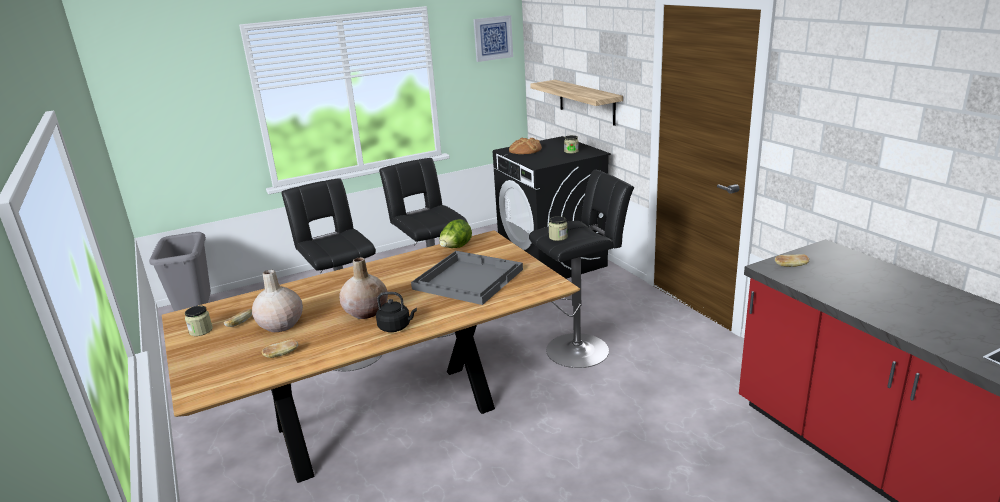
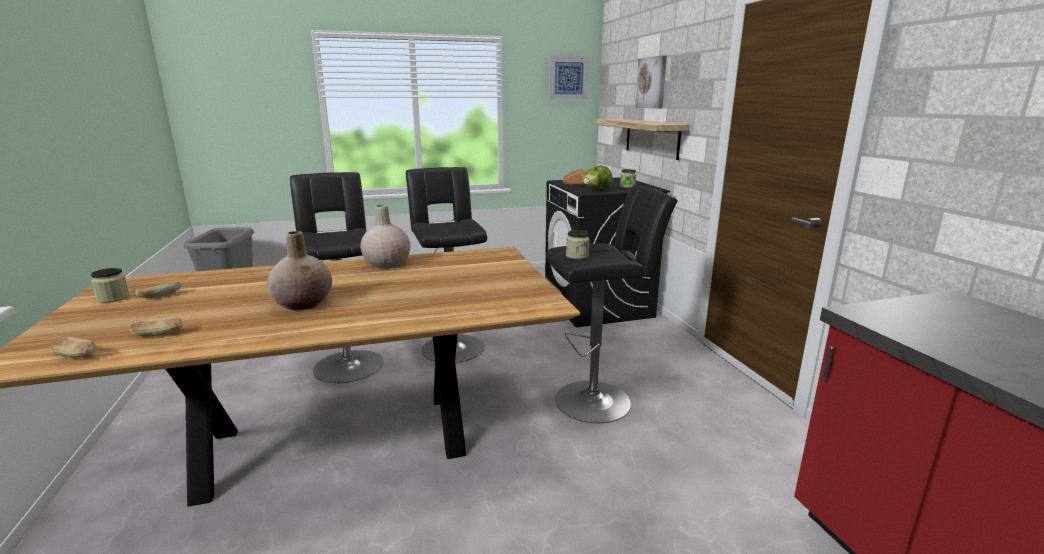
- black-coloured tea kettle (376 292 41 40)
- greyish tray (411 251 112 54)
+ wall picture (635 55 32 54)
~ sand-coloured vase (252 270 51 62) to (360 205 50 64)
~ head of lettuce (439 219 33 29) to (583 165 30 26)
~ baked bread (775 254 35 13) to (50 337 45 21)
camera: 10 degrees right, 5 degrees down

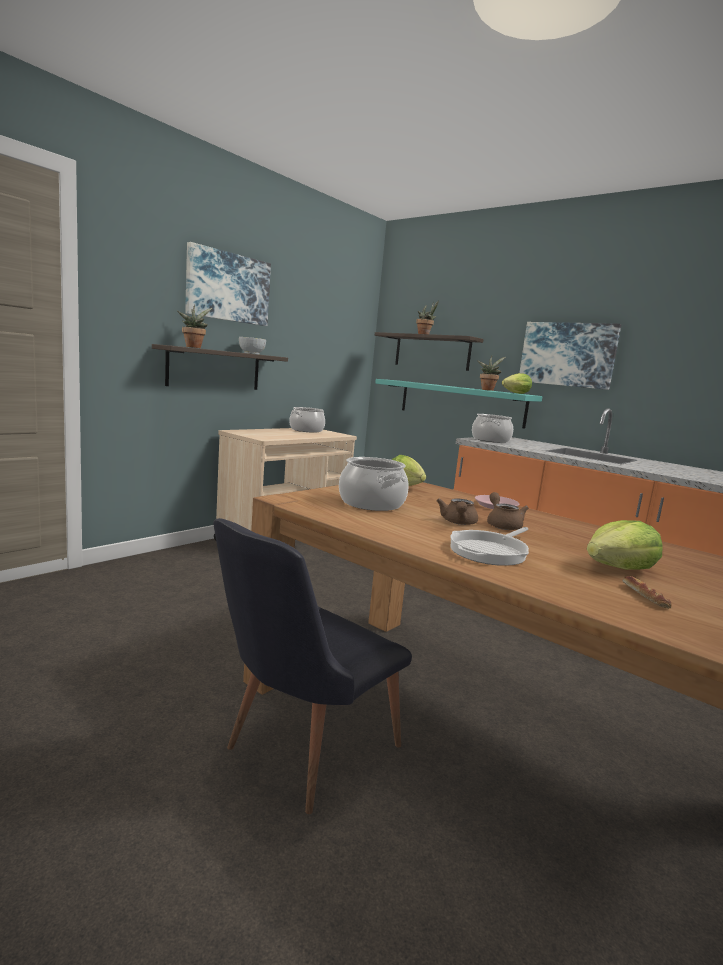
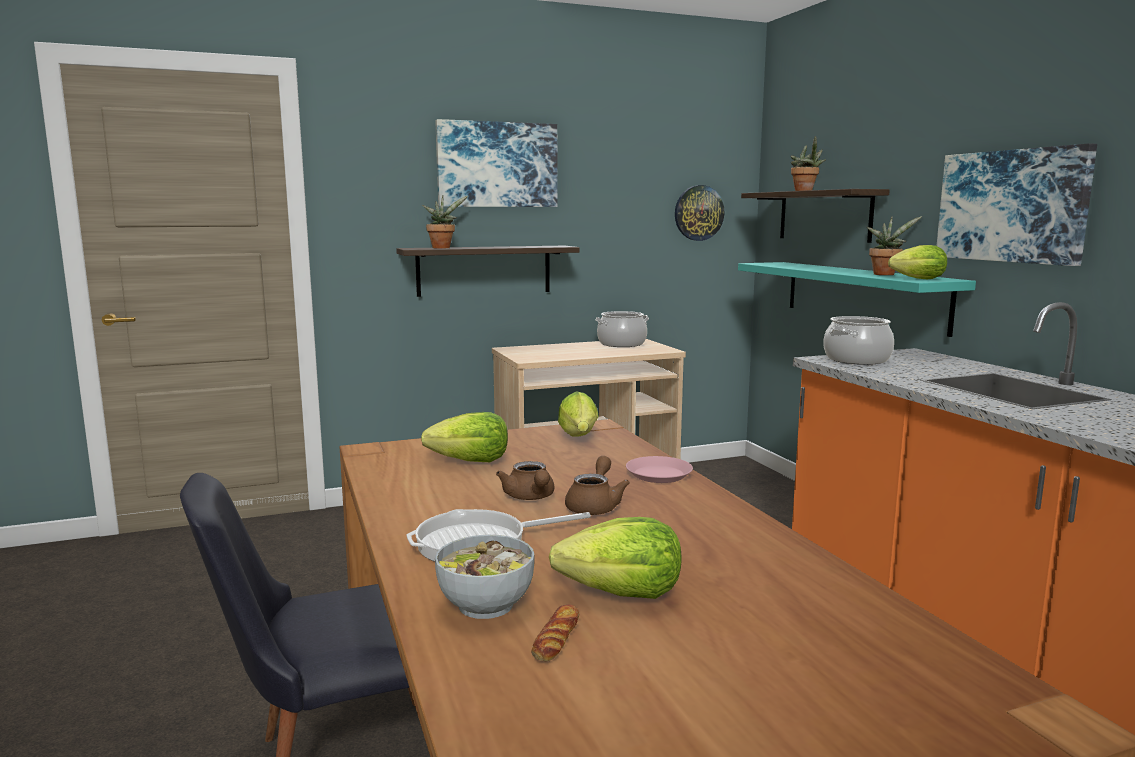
+ hanging clock (675 185 49 56)
~ deep dish (239 337 27 17) to (435 535 100 84)
~ cooking pot (339 457 69 54) to head of lettuce (421 412 87 50)
~ brownish pot for tea (436 498 42 27) = (496 461 59 39) 60 degrees counterclockwise
camera: 30 degrees right, 0 degrees up

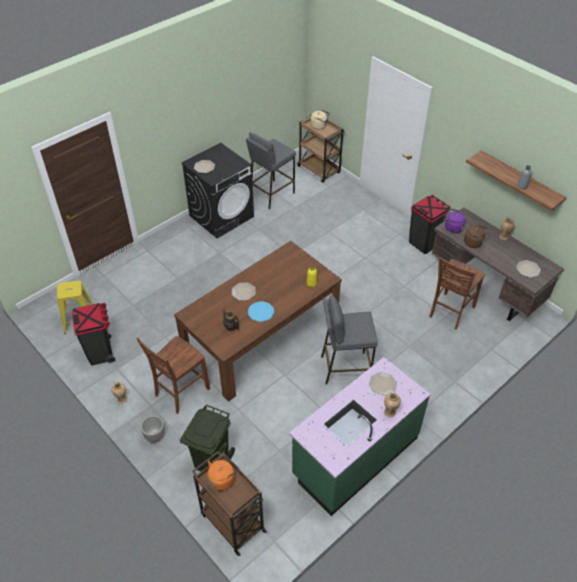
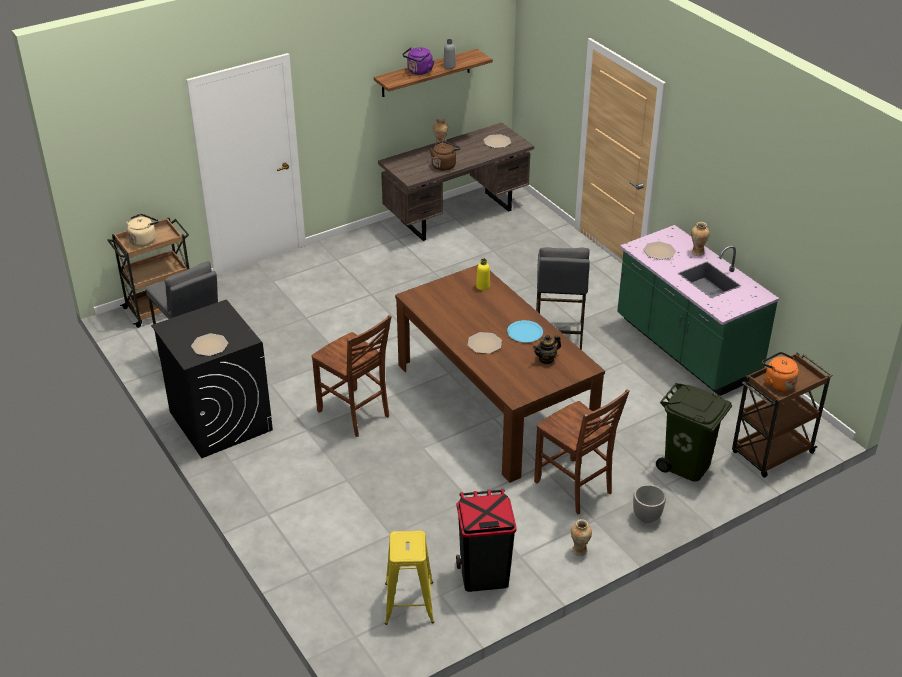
- black-coloured waste bin (409 194 41 60)
~ brownish plain chair (429 257 56 73) to (312 315 80 122)
~ purple-coloured tea kettle (443 209 23 25) to (402 47 32 28)
camera: 80 degrees left, 10 degrees down

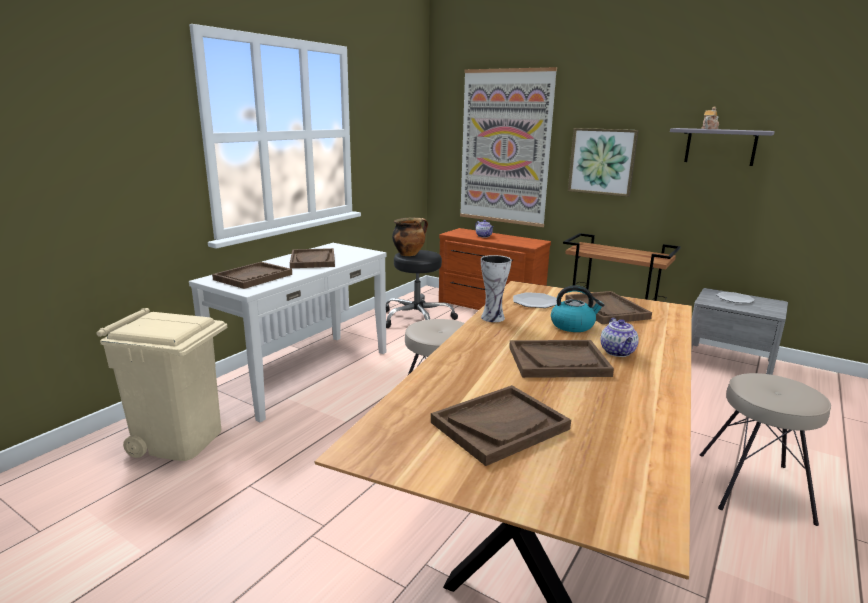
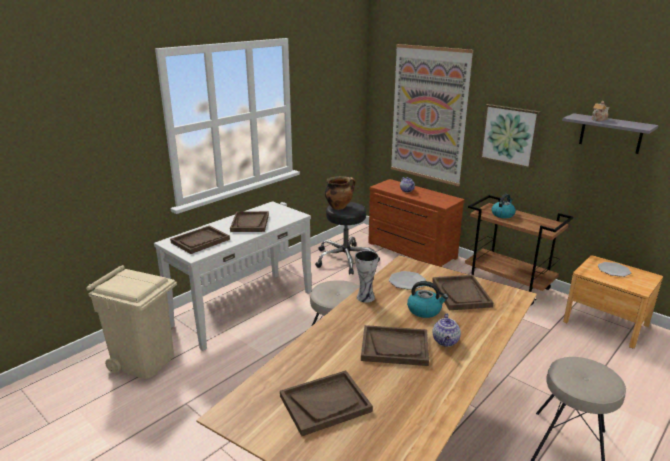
+ tea kettle (492 194 24 24)
~ greyish night table (691 288 97 87) to brownish night table (563 255 100 93)
camera: 10 degrees right, 5 degrees up

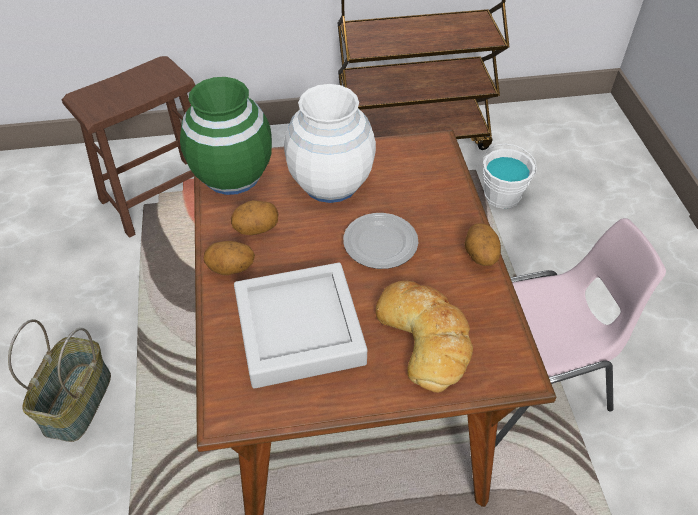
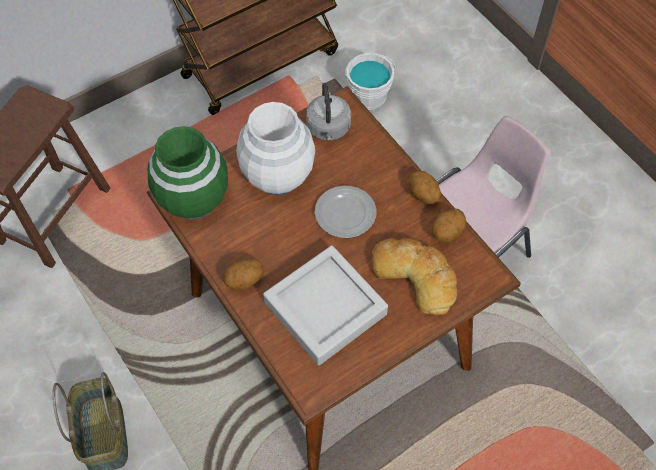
+ greyish tea kettle (306 83 45 58)
~ potato (231 200 48 35) to (432 208 34 35)
camera: 25 degrees left, 10 degrees up

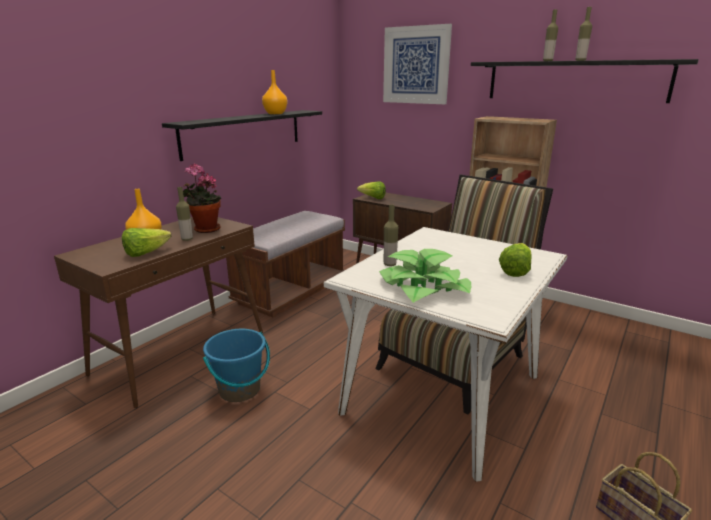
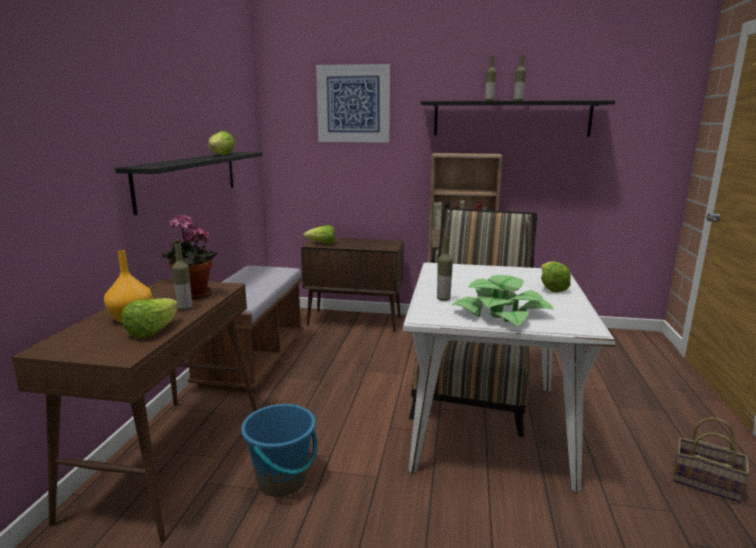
~ orange vase (262 70 25 44) to head of lettuce (208 131 27 24)
camera: 25 degrees left, 5 degrees down

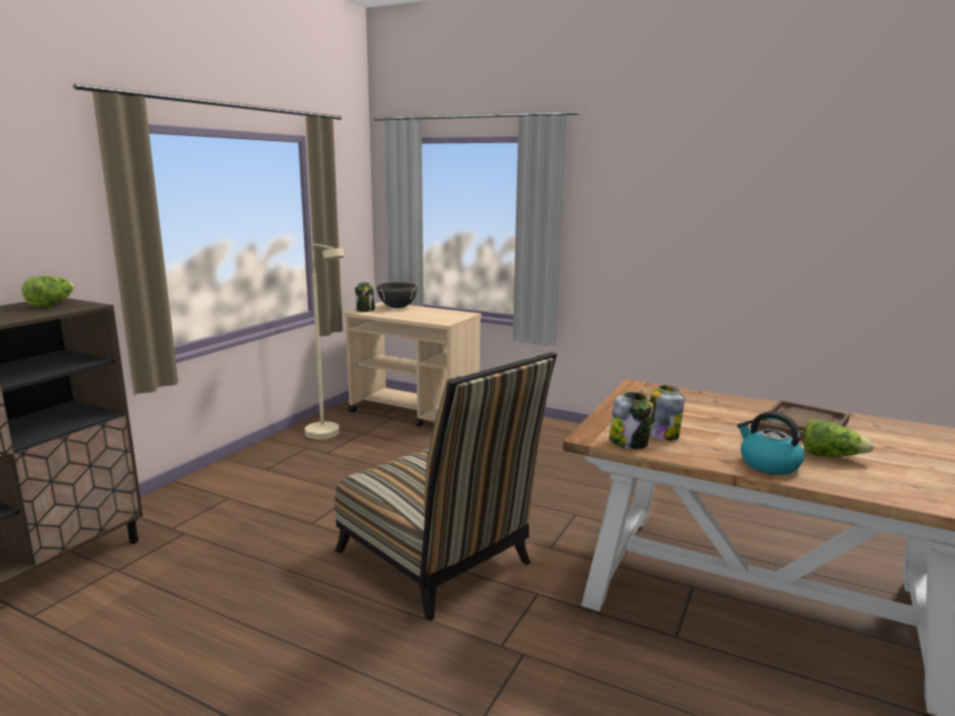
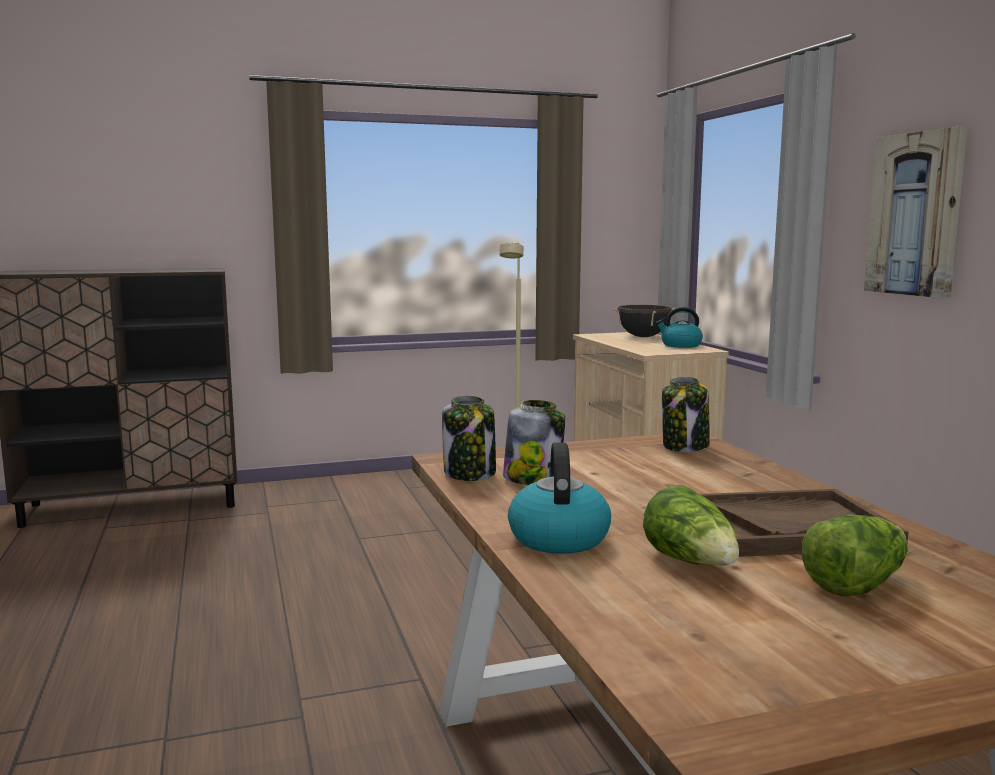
- plain chair (335 352 222 269)
+ tea kettle (656 307 47 41)
+ wall picture (864 126 104 172)
~ head of lettuce (22 276 52 32) to (802 514 106 83)
~ jar (355 282 20 30) to (662 377 48 75)
camera: 45 degrees right, 5 degrees down

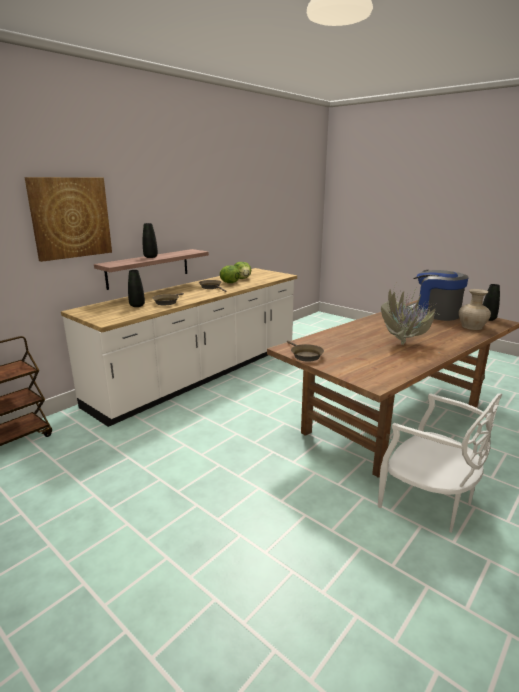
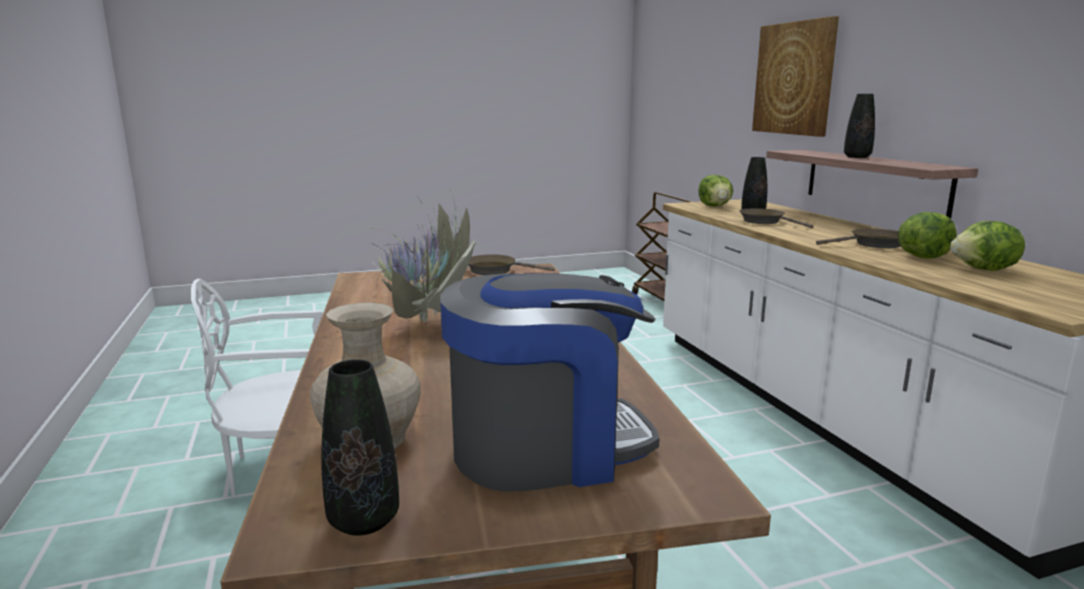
+ head of lettuce (698 175 35 32)
camera: 120 degrees right, 5 degrees down

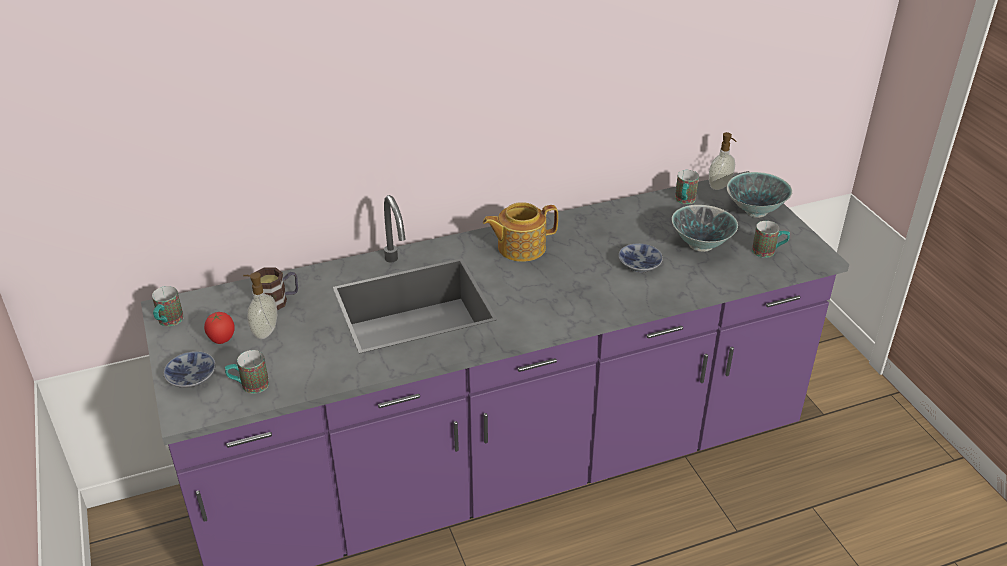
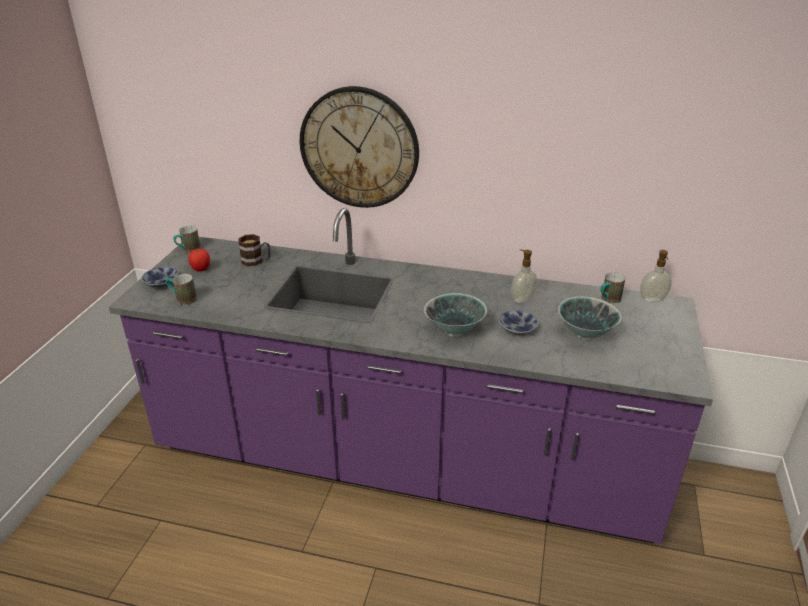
- pot for tea (483 202 75 60)
- tea mug (752 221 38 37)
+ hanging clock (300 86 119 122)
~ soap bottle (243 272 34 67) to (511 249 26 54)
~ deep dish (726 172 66 46) to (424 293 63 44)
camera: 35 degrees right, 5 degrees down

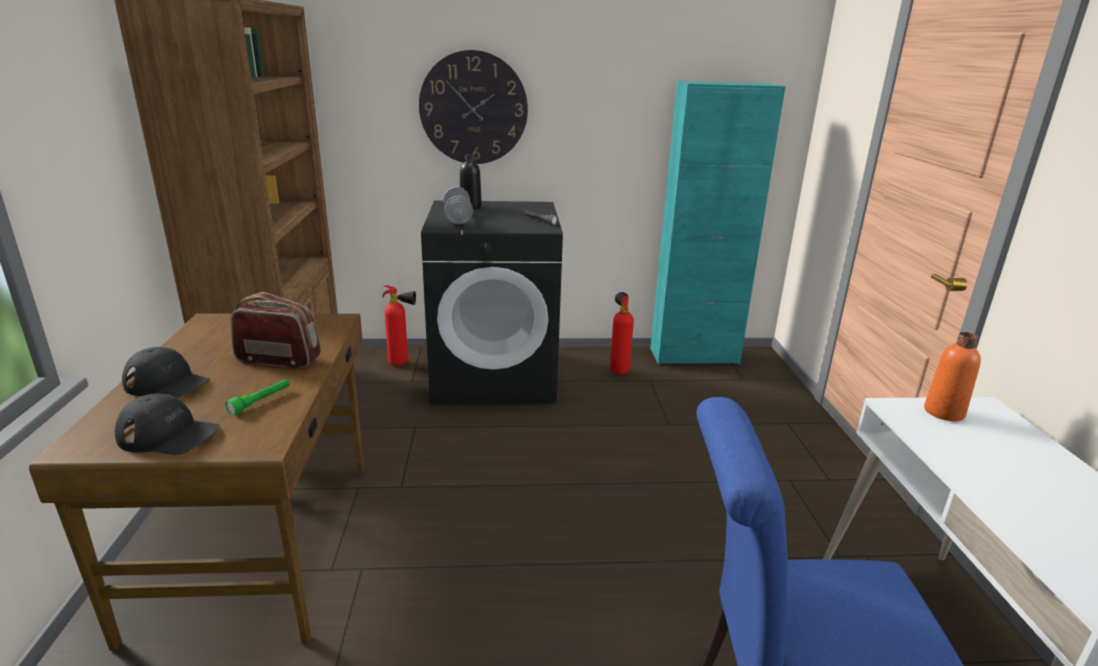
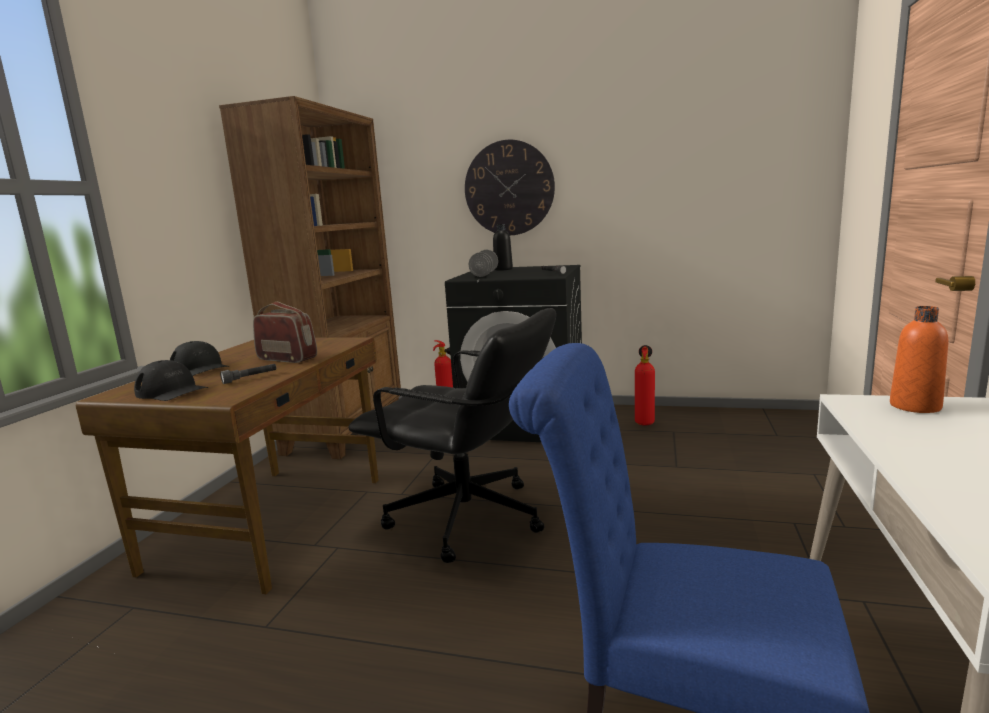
- blue-green cupboard (650 81 136 284)
+ black-coloured computer chair (348 308 208 255)
~ green hand torch (226 379 64 37) to greyish hand torch (220 364 56 20)
camera: 20 degrees right, 10 degrees down

